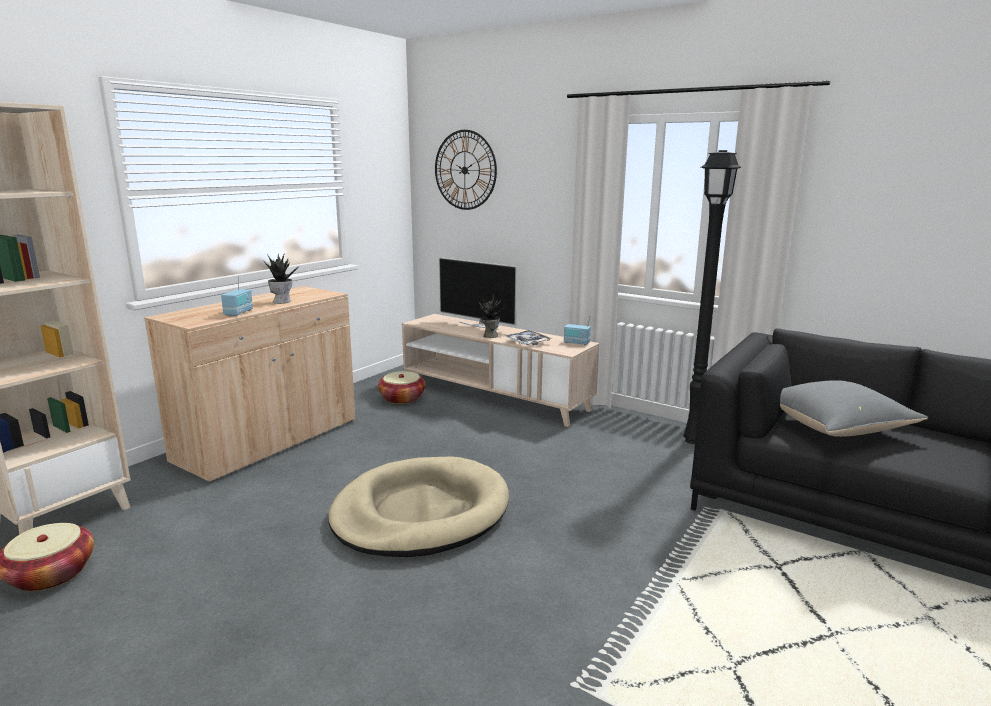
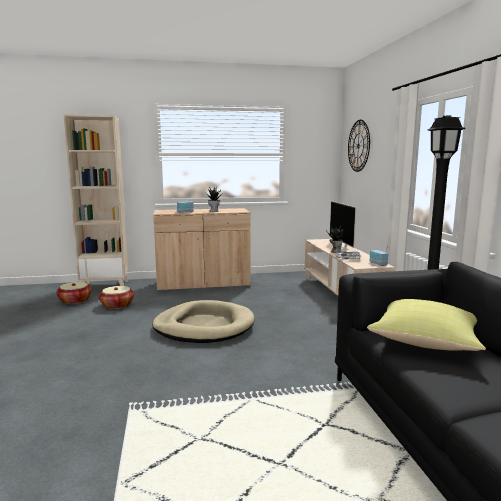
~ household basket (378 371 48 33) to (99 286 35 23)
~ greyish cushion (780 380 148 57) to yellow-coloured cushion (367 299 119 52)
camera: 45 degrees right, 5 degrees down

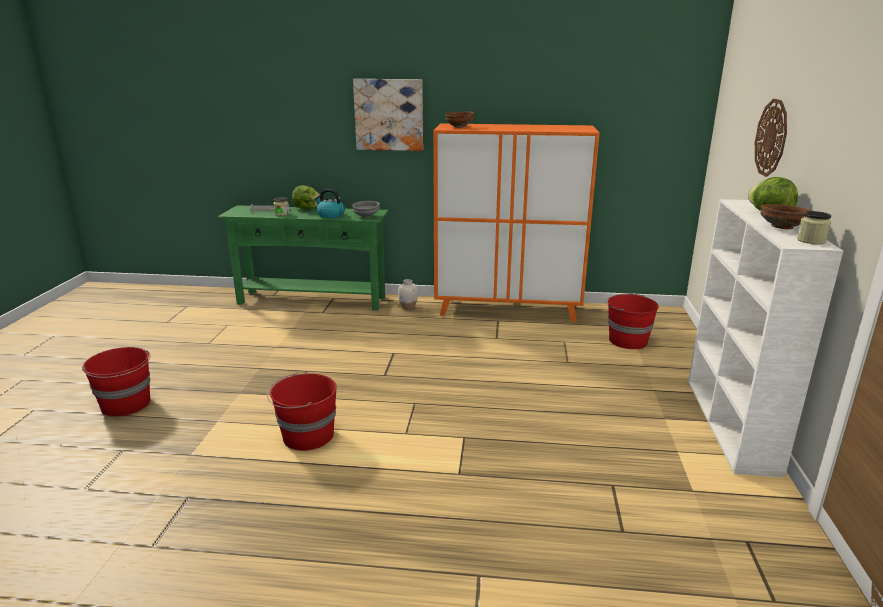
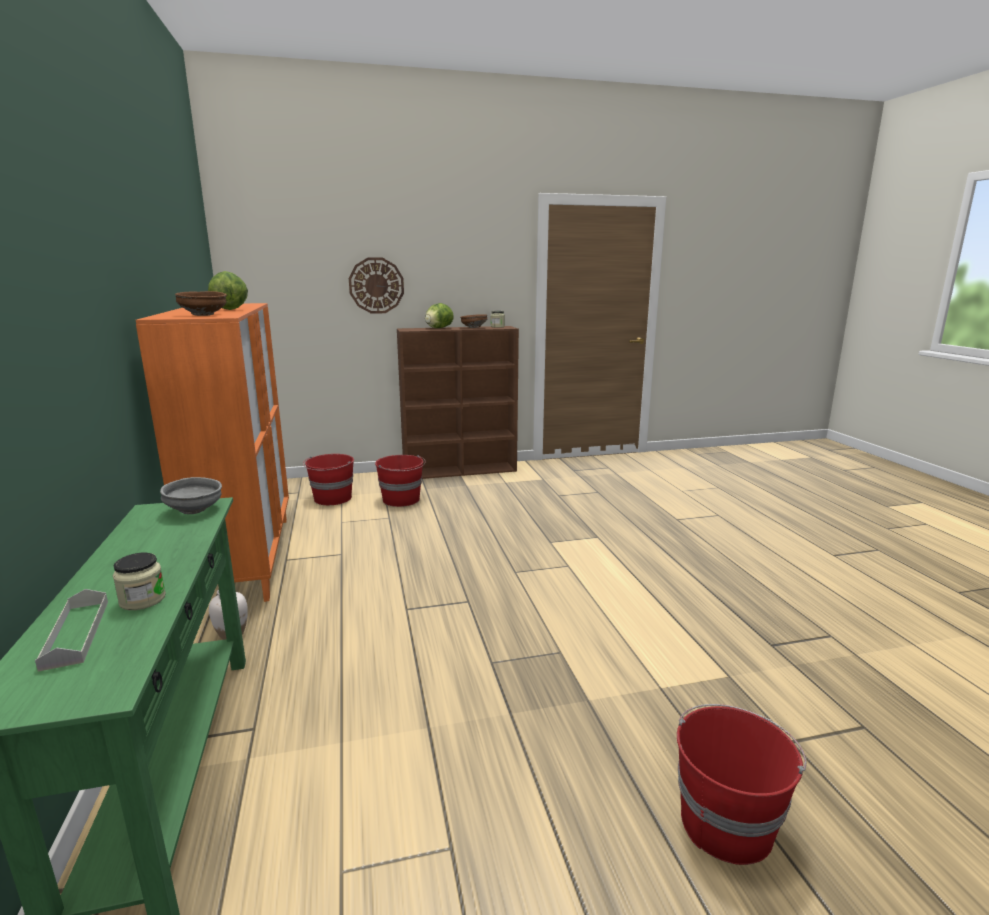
- tea kettle (314 189 31 29)
- wall picture (353 79 70 72)
~ red-coloured pail (267 373 70 78) to (375 455 51 52)
~ head of lettuce (292 185 28 24) to (208 271 40 39)
~ white-coloured bookcase (688 199 155 279) to brownish bookcase (397 326 122 153)
camera: 110 degrees left, 5 degrees down

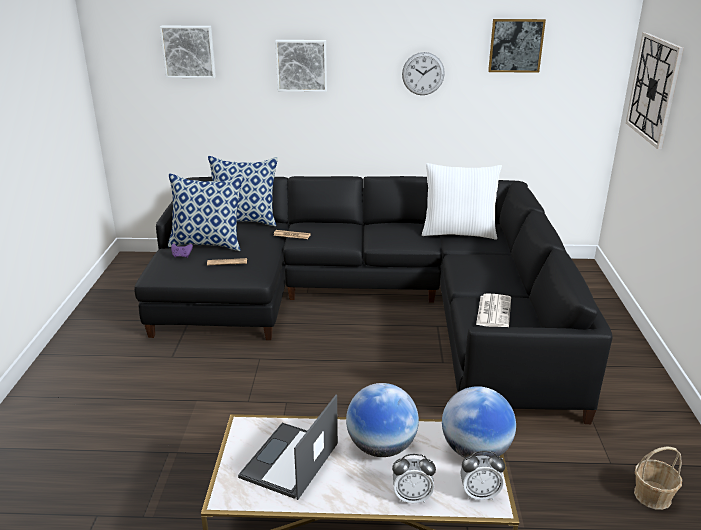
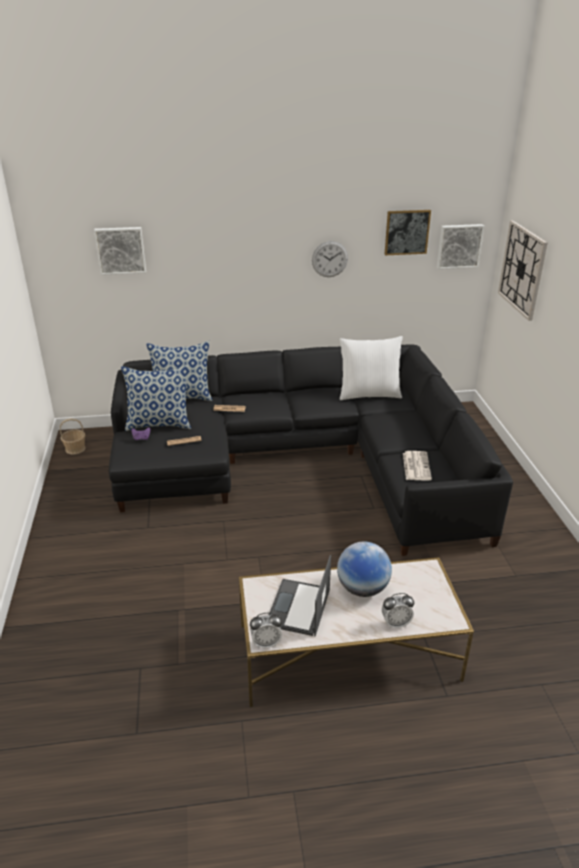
- world globe (442 386 74 72)
~ wall picture (275 40 52 52) to (437 224 47 45)
~ bedside clock (461 451 44 49) to (250 613 32 36)
~ household basket (634 446 48 64) to (60 419 26 35)
camera: 10 degrees left, 5 degrees up

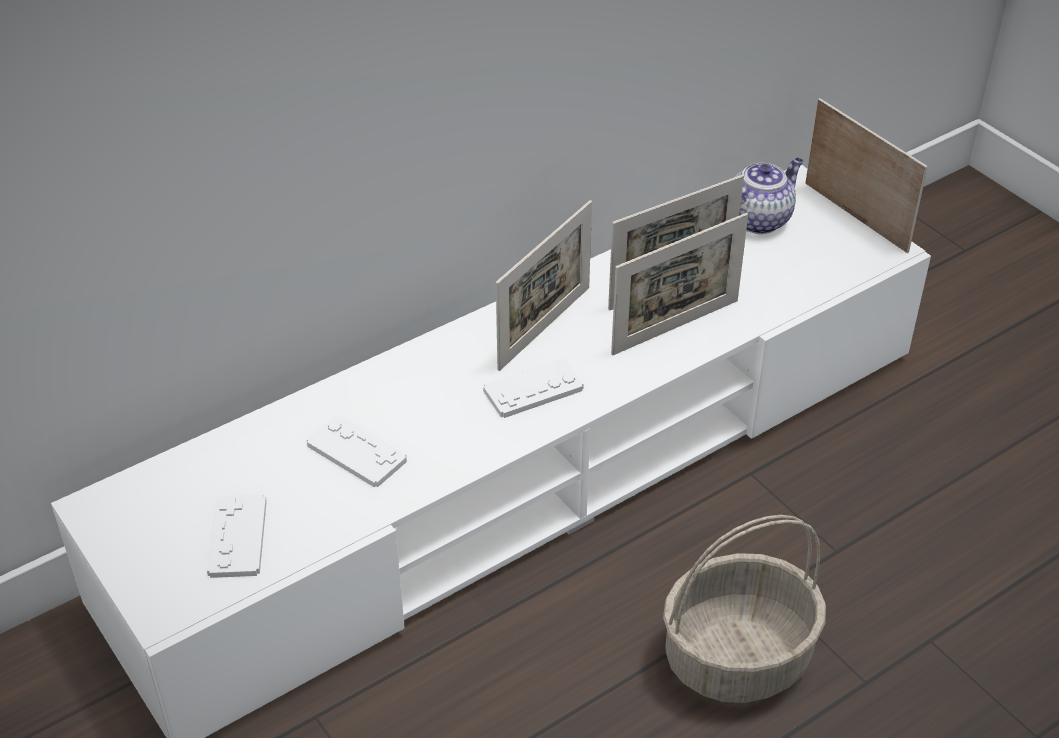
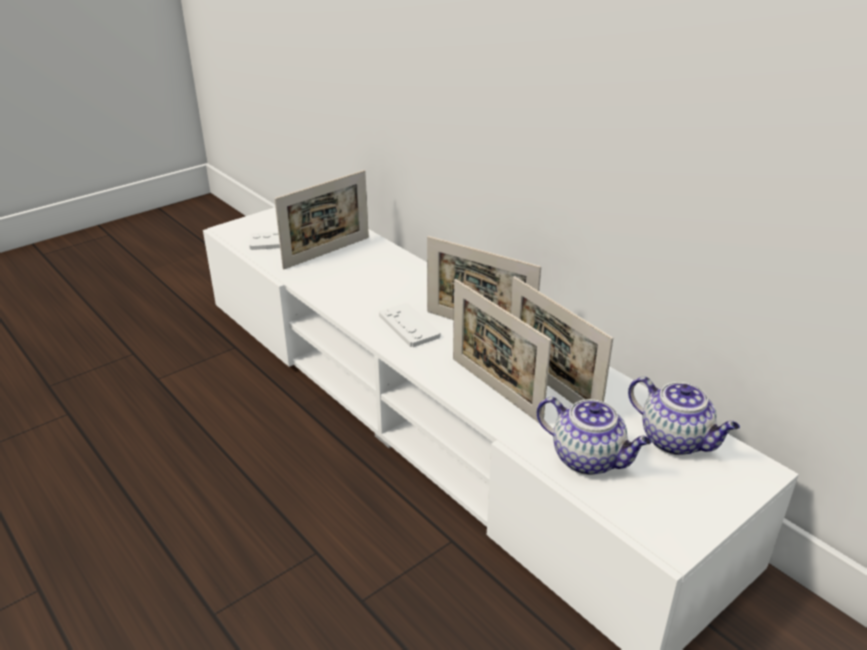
- white-coloured game controller (307 415 100 72)
- household basket (663 515 163 188)
+ pot for tea (537 397 115 78)
~ photo frame (805 98 123 155) to (274 170 95 100)
camera: 85 degrees right, 10 degrees down

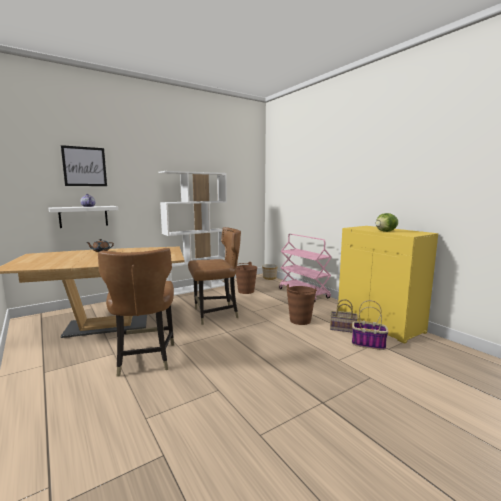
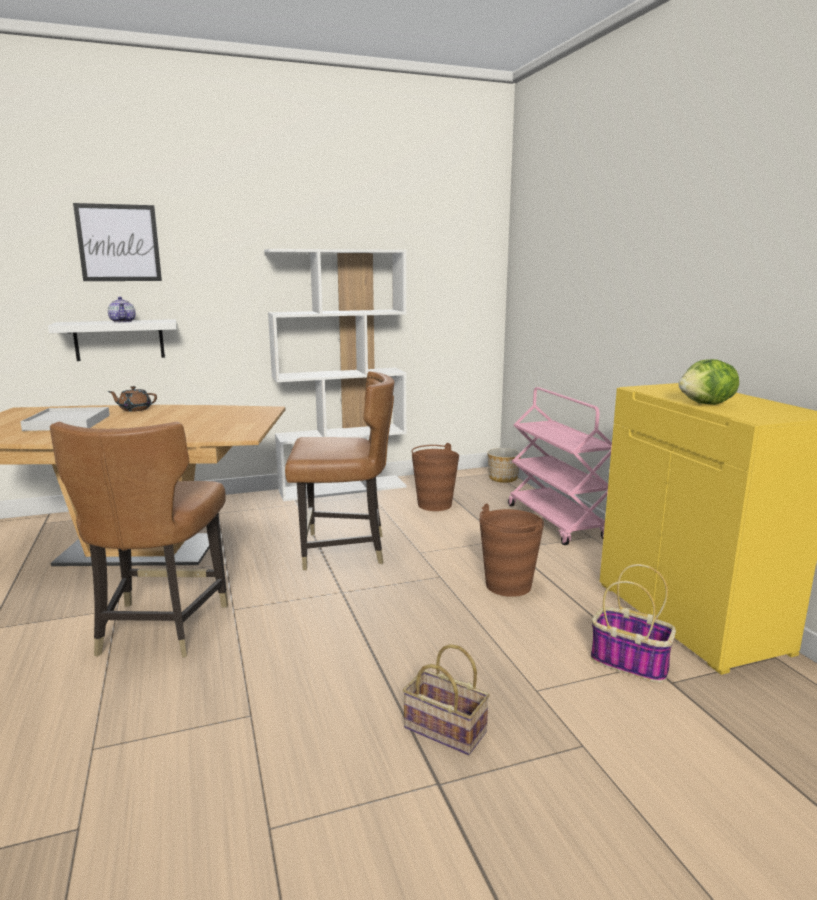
+ white-coloured tray (20 407 90 24)
~ household basket (330 299 28 34) to (403 644 87 111)
camera: 15 degrees right, 5 degrees up

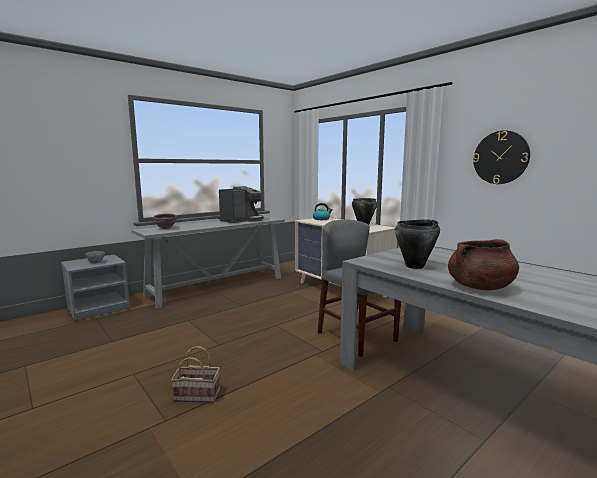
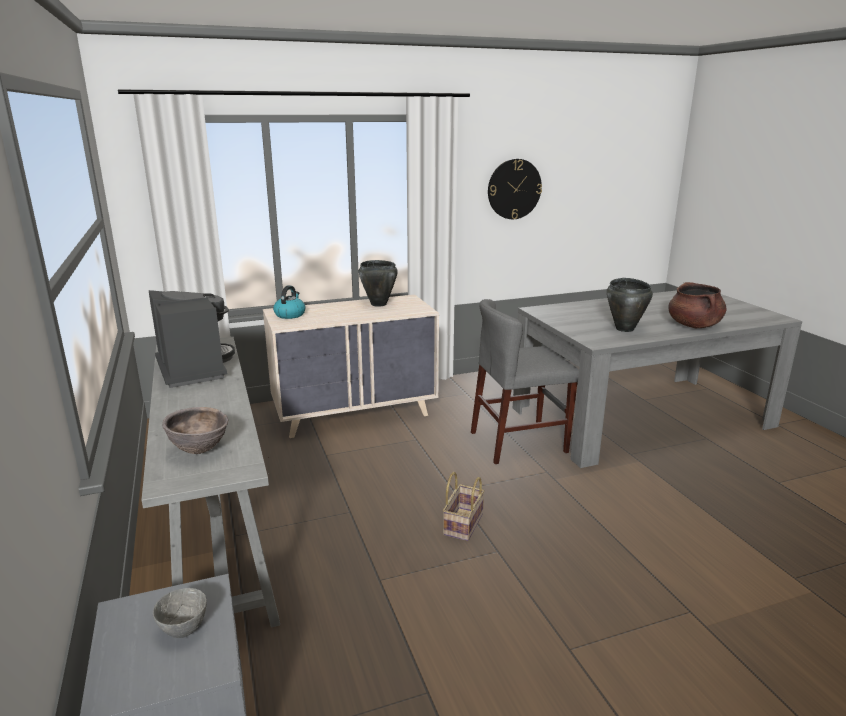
~ household basket (171 346 49 57) to (443 472 42 69)
camera: 70 degrees left, 10 degrees up

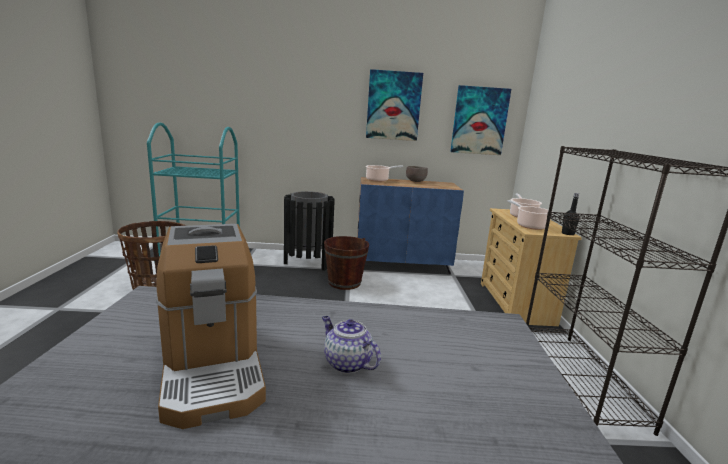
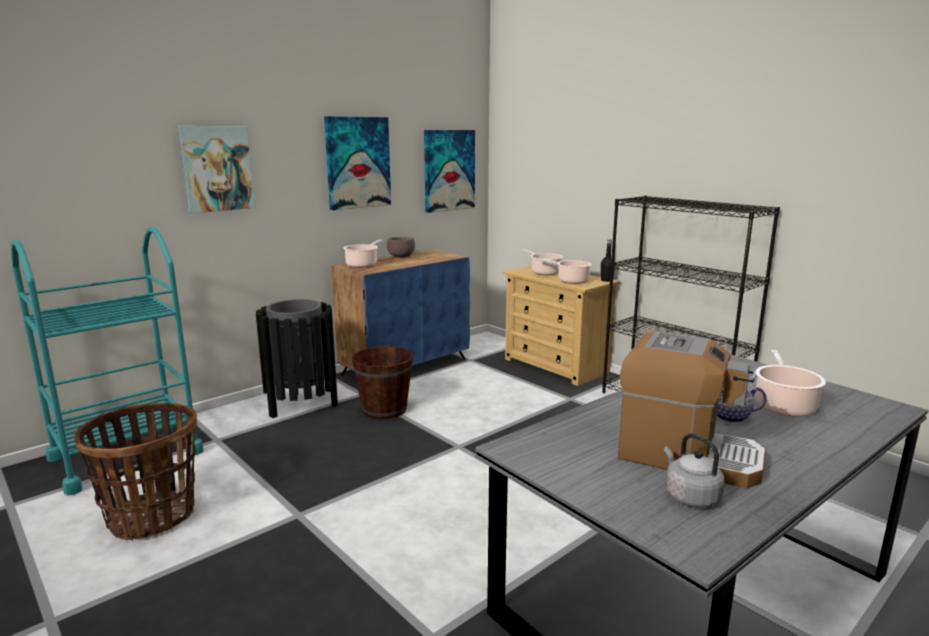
+ wall picture (177 126 78 88)
+ greyish tea kettle (664 433 61 75)
+ cooking pot (755 350 71 67)
camera: 40 degrees left, 0 degrees up

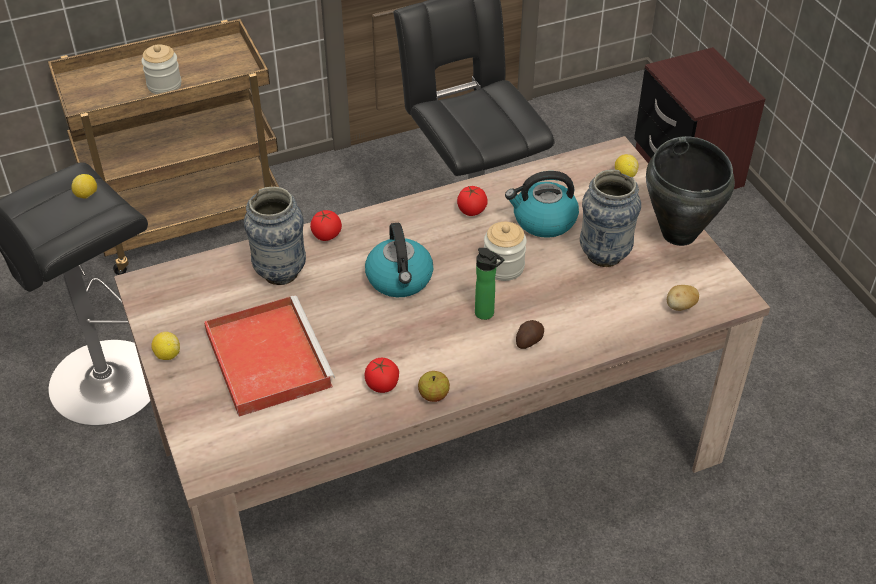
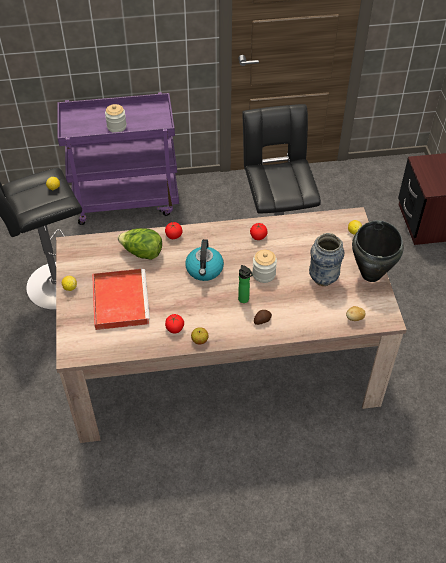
- tea kettle (505 171 74 67)
~ vase (244 187 62 98) to head of lettuce (118 228 44 32)
~ brownish trolley (48 19 231 256) to purple-coloured trolley (57 92 122 133)
camera: 15 degrees right, 5 degrees up

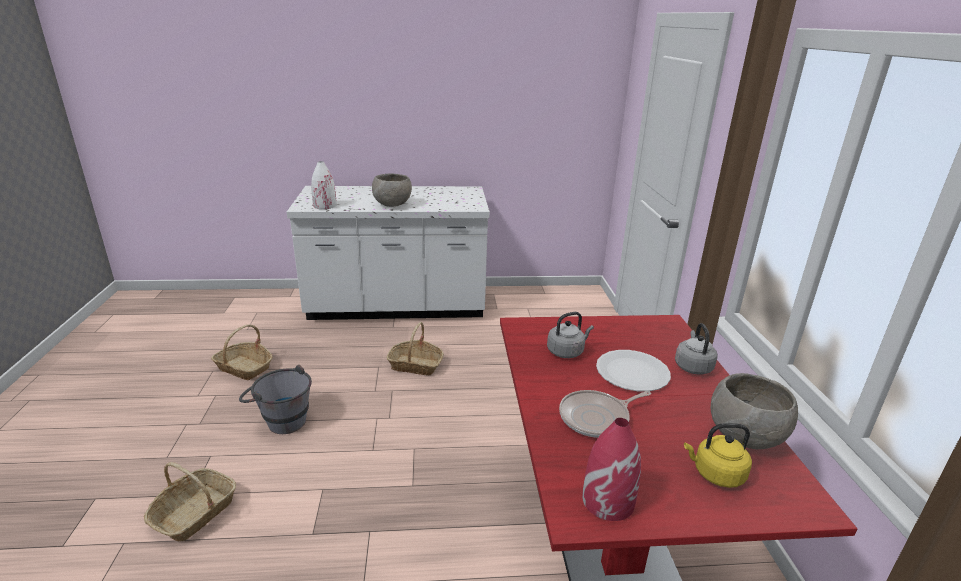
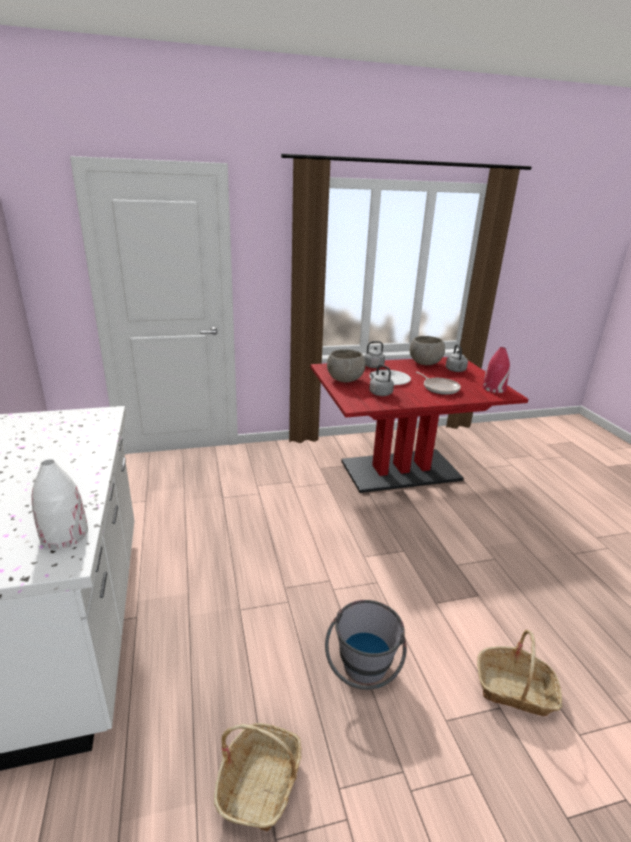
- household basket (387 322 57 54)
~ greyish deep dish (372 173 40 34) to (327 349 39 33)
~ yellow-coloured tea kettle (684 423 68 65) to greyish tea kettle (446 344 22 28)
camera: 100 degrees left, 0 degrees up

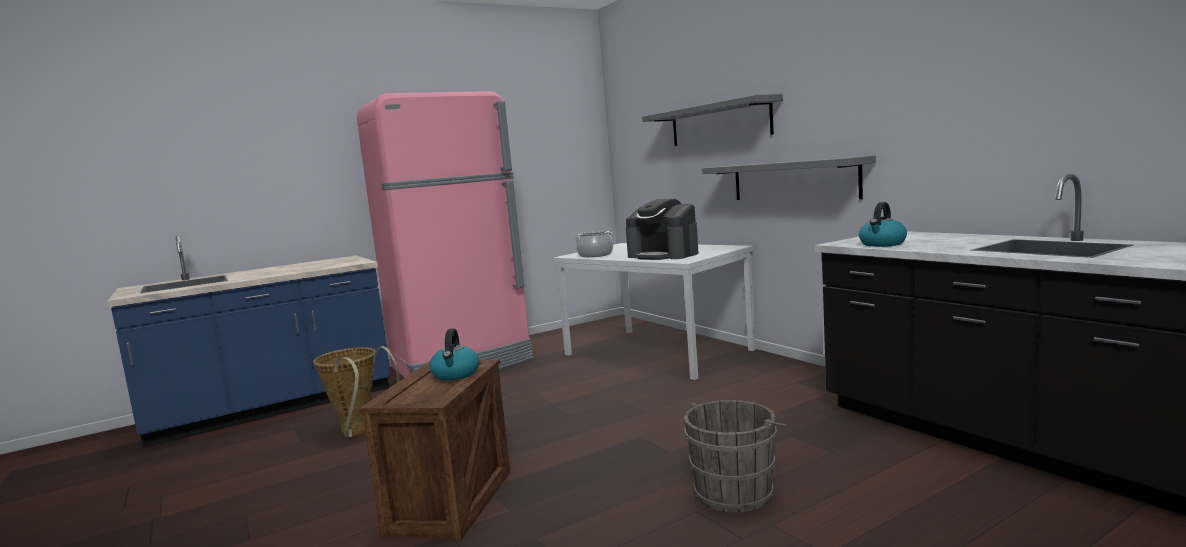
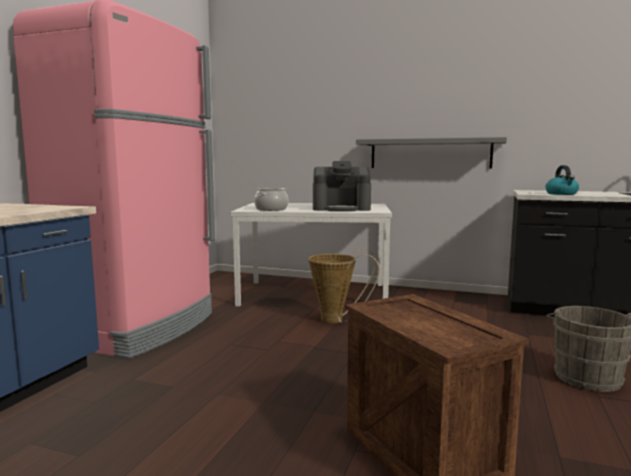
- tea kettle (429 328 50 53)
- greyish shelf (642 94 141 52)
~ household basket (313 346 86 91) to (308 248 72 76)
camera: 40 degrees left, 0 degrees up

